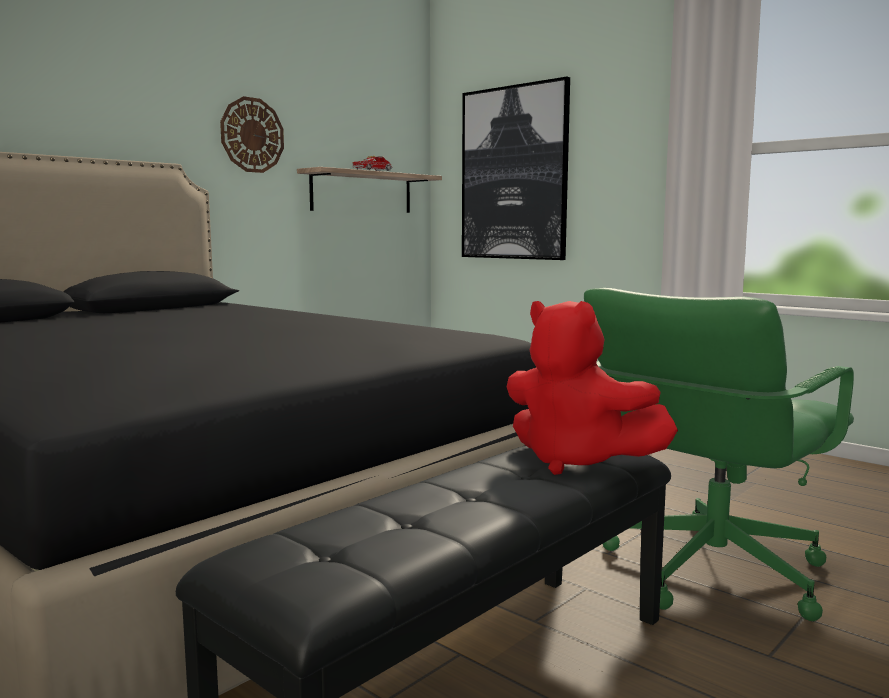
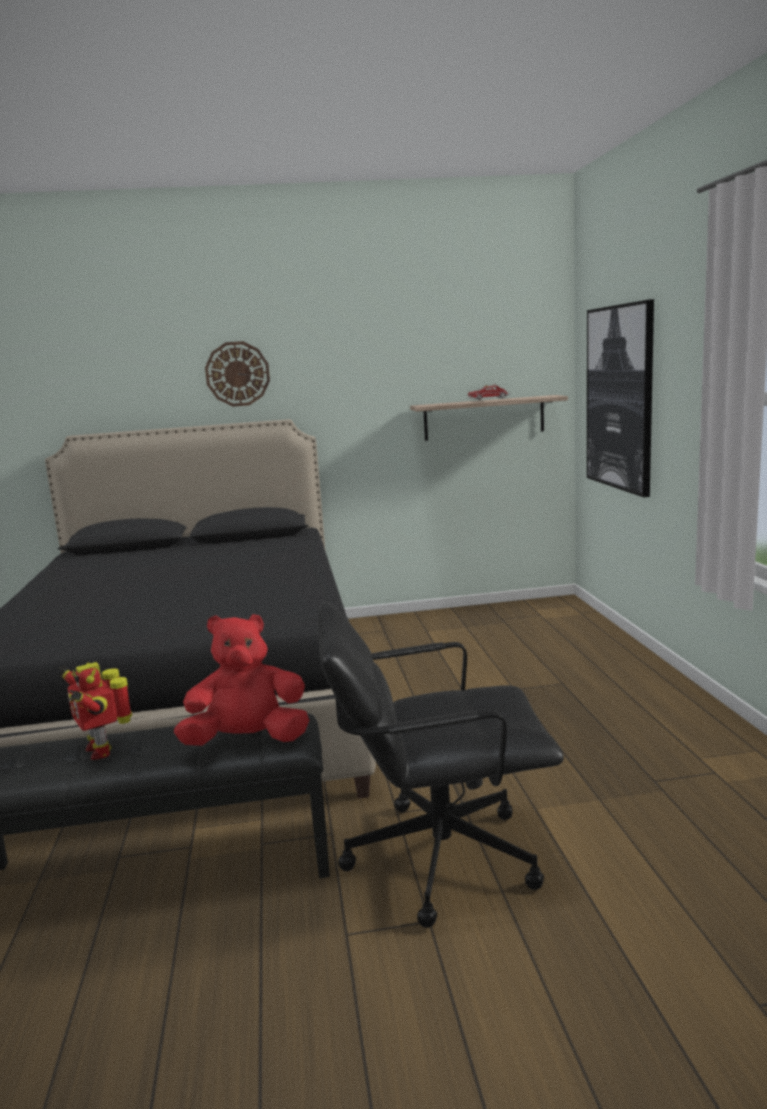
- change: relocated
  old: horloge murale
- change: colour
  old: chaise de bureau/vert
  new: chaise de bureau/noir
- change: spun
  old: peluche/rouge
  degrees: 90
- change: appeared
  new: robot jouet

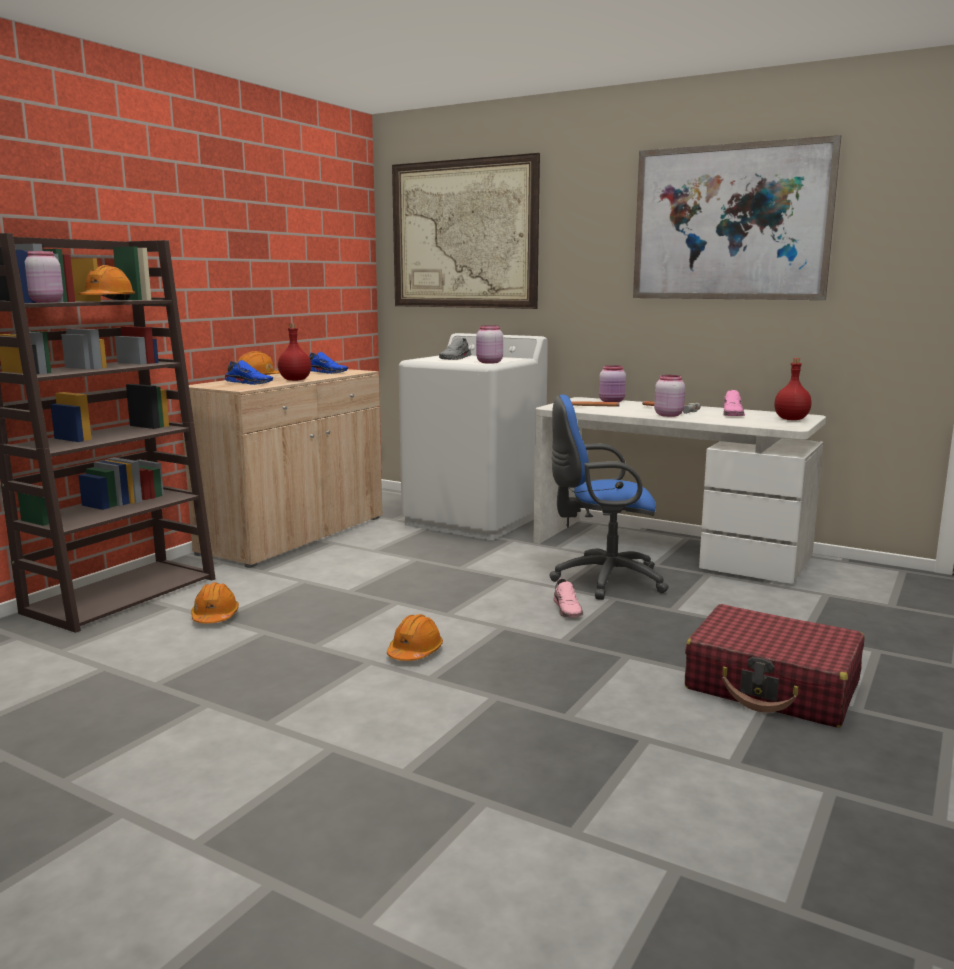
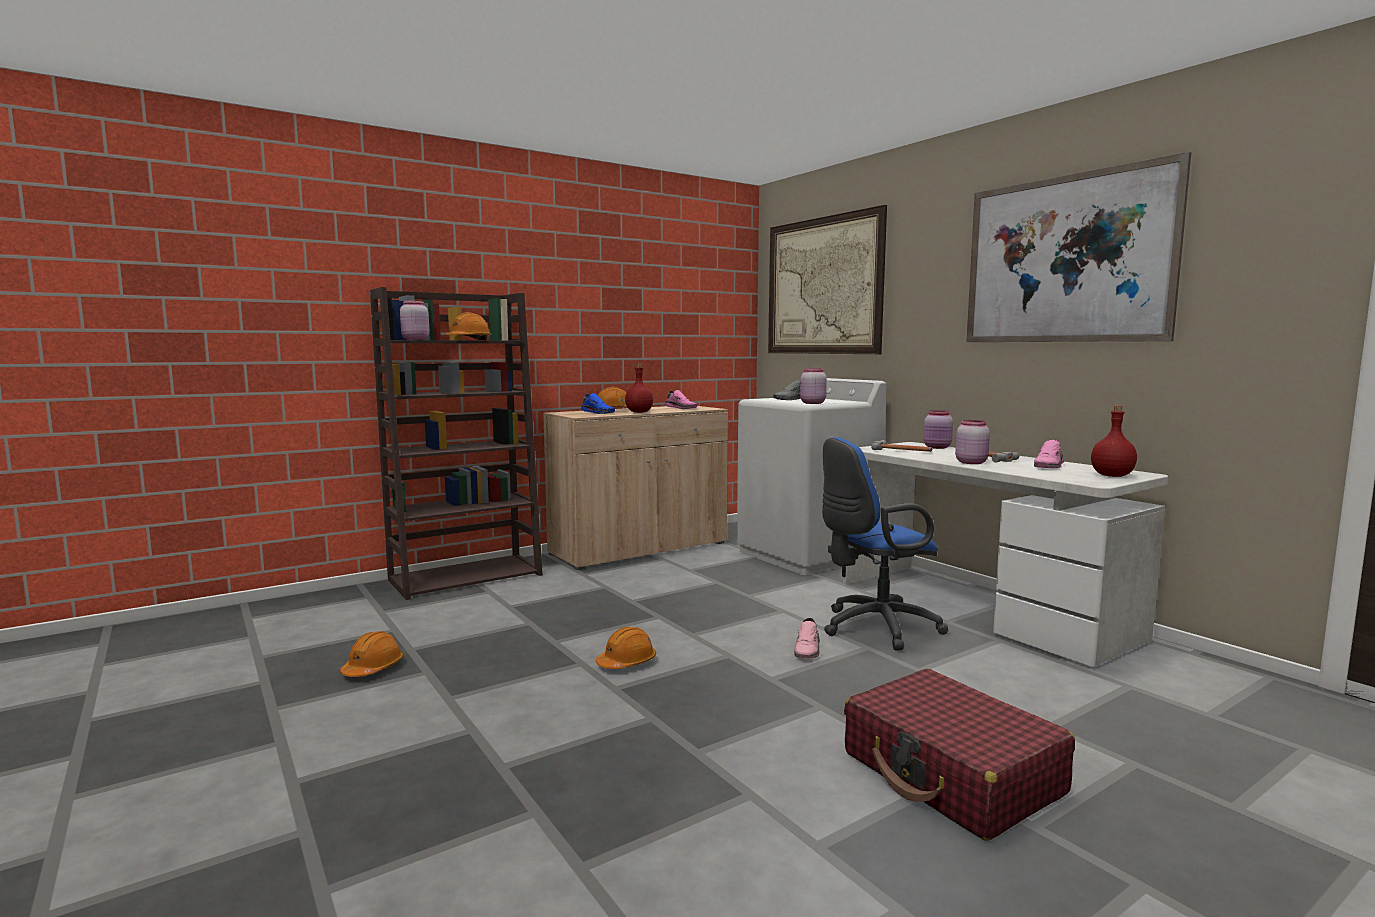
- change: colour
  old: chaussure/bleu (no. 2 from left)
  new: chaussure/rose (no. 1 from left)
- change: spun
  old: chaise de bureau/bleu
  degrees: -45
- change: relocated
  old: casque de chantier/orange (no. 2 from left in the first image)
  new: casque de chantier/orange (no. 1 from left)

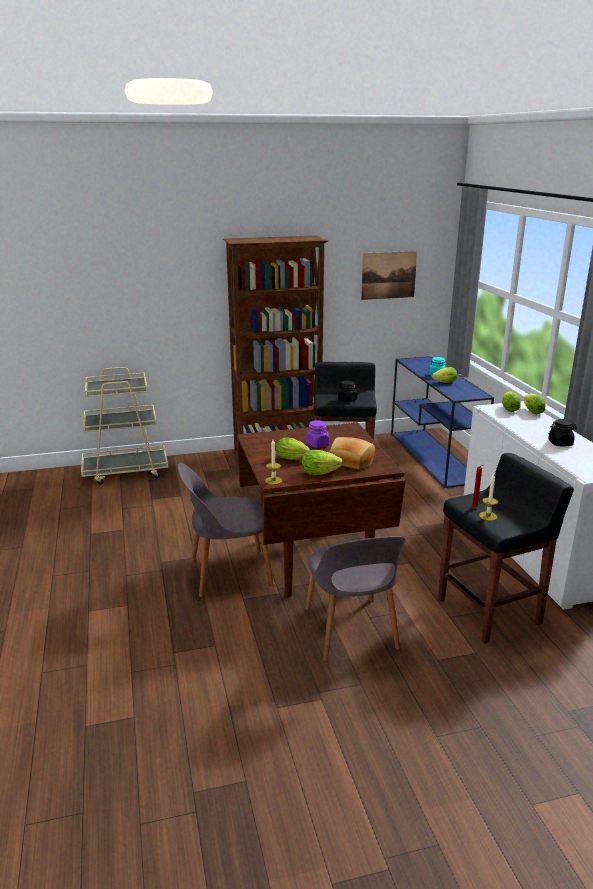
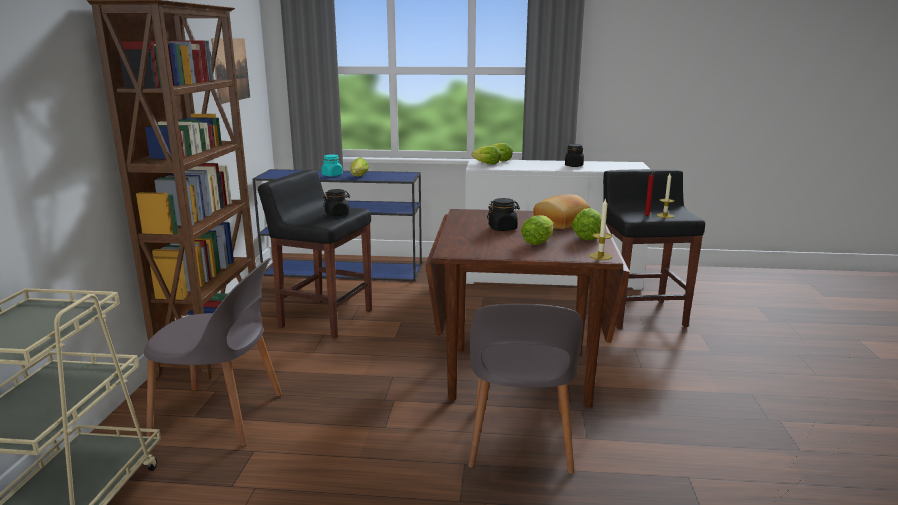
- change: colour
  old: bocal/violet
  new: bocal/noir (no. 2 from left)
- change: relocated
  old: chaise/gris (no. 2 from left in the first image)
  new: chaise/gris (no. 1 from left)

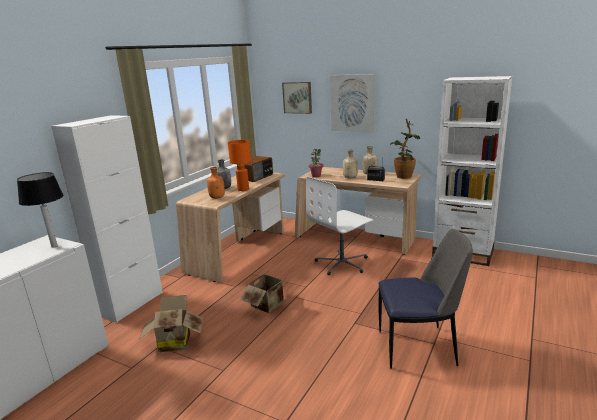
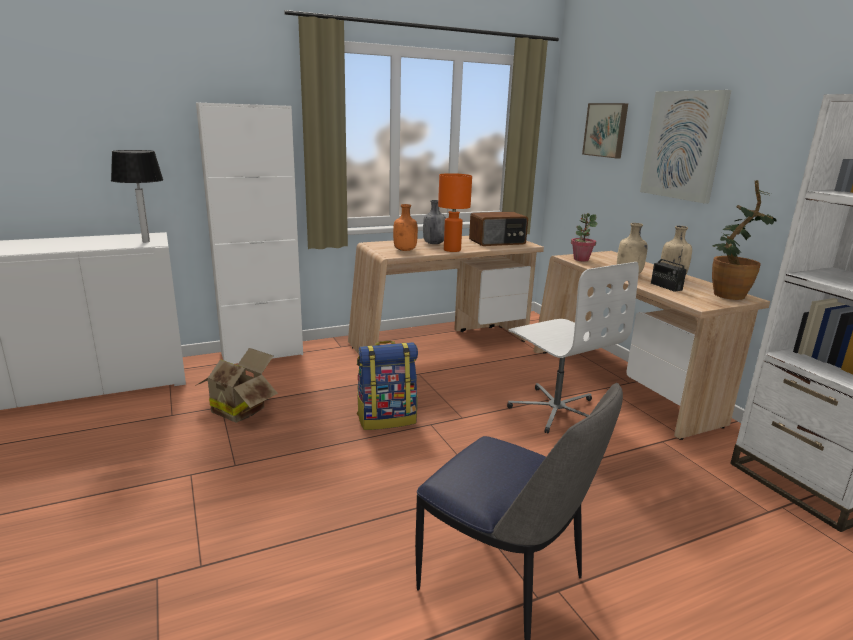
- change: spun
  old: chaise de bureau/blanc
  degrees: -120
- change: exchanged
  old: carton (no. 2 from left)
  new: sac à dos

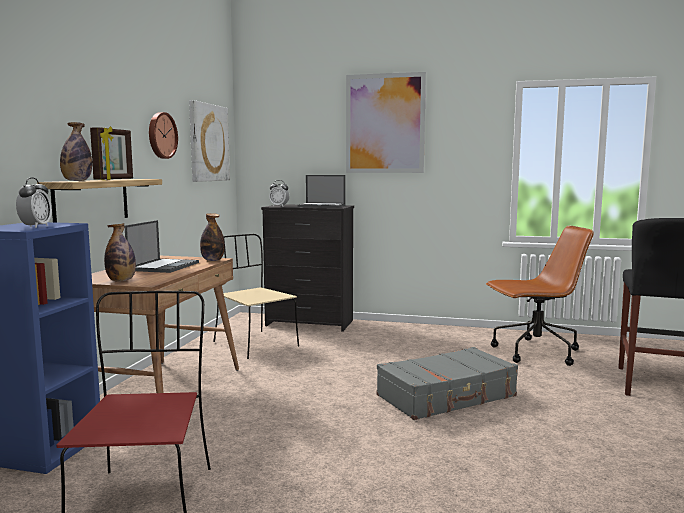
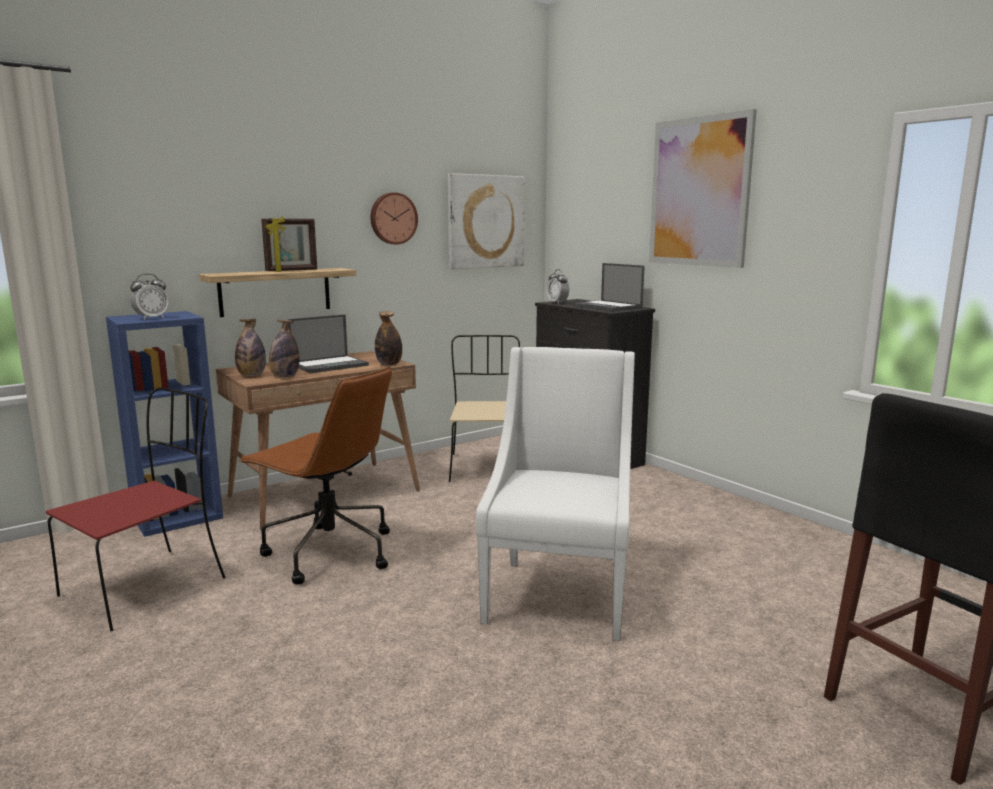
- change: relocated
  old: bouteille (no. 1 from left in the first image)
  new: bouteille (no. 2 from left)
- change: relocated
  old: chaise de bureau/marron
- change: exchanged
  old: valise/gris
  new: fauteuil/blanc

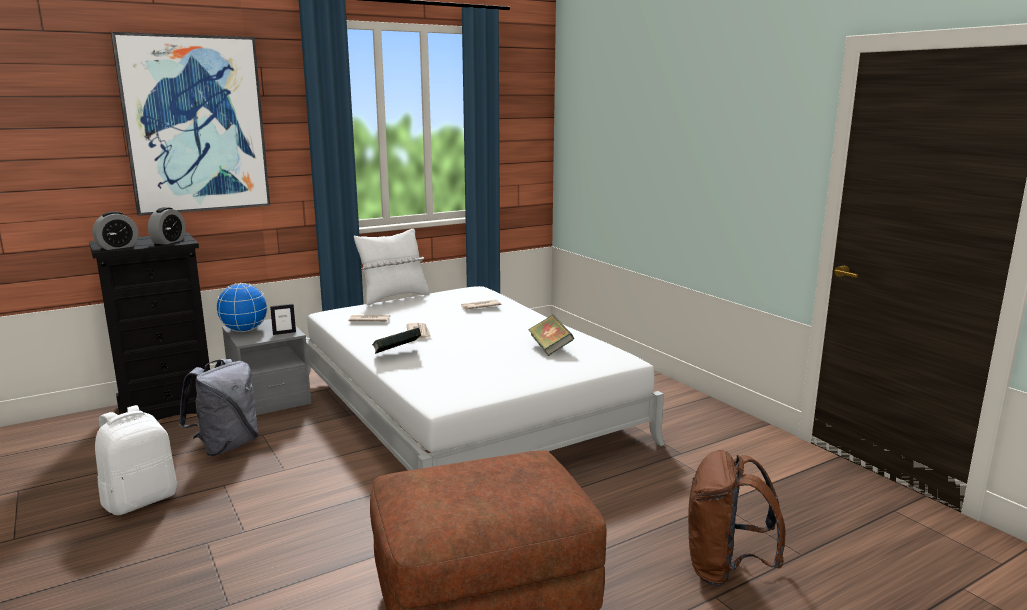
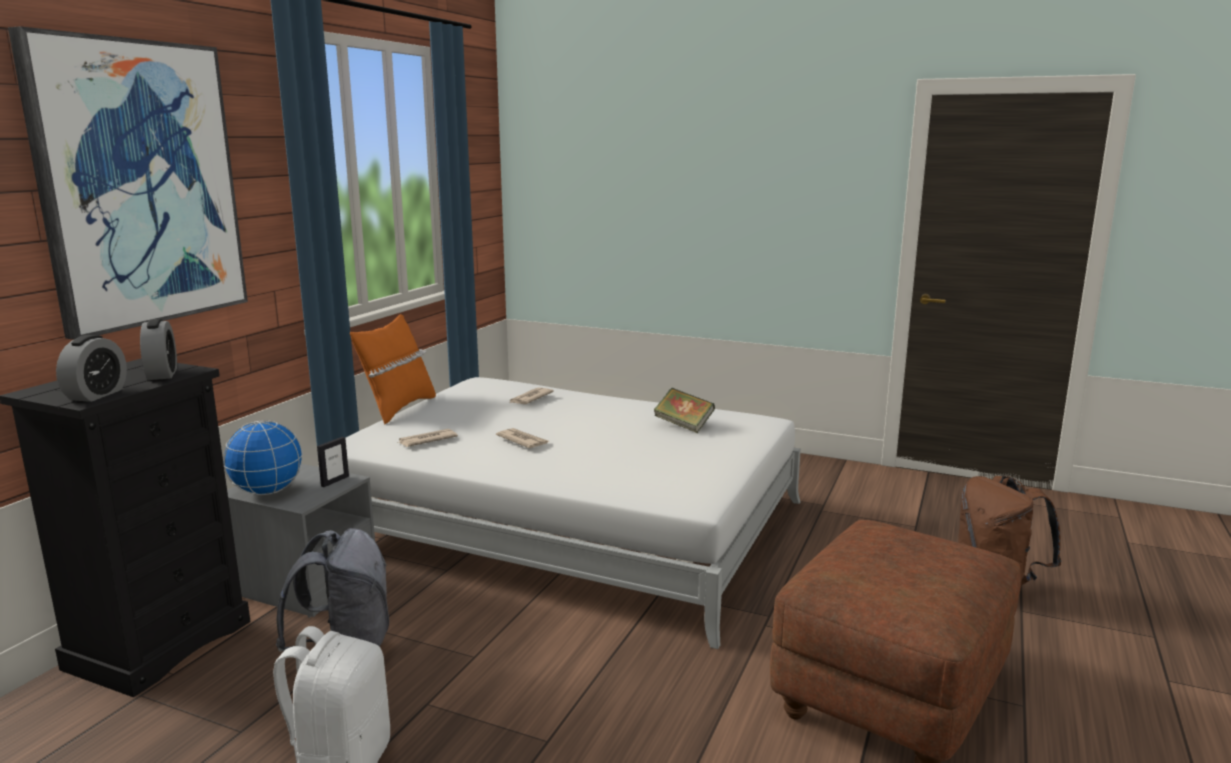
- change: colour
  old: coussin/blanc
  new: coussin/orange
- change: missing
  old: livre (no. 1 from left)

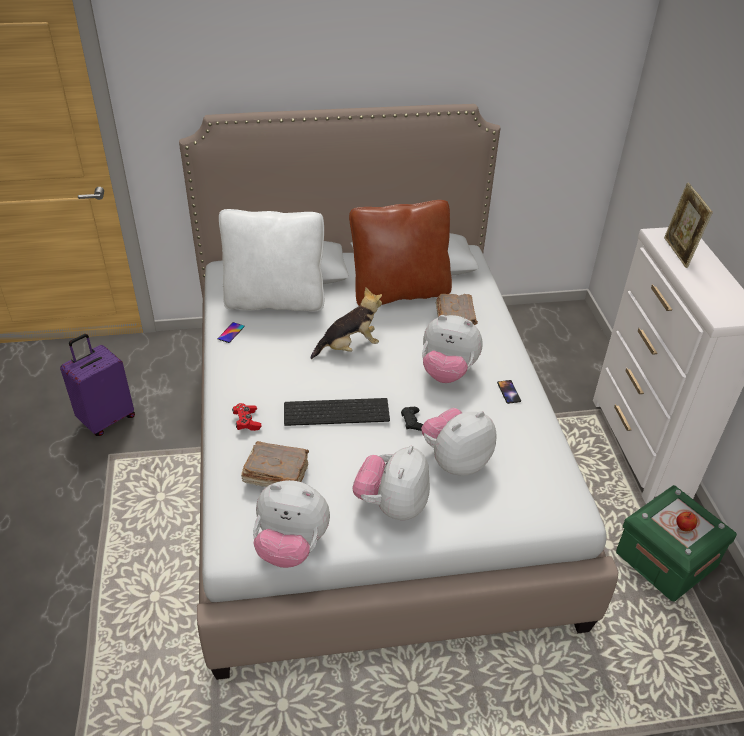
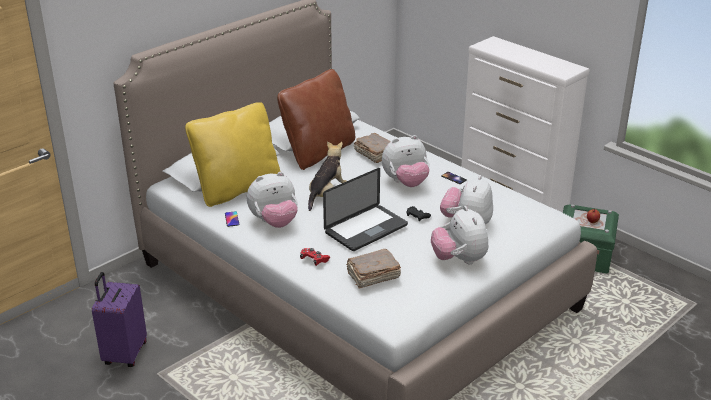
- change: missing
  old: cadre photo
- change: colour
  old: coussin/blanc
  new: coussin/jaune
- change: exchanged
  old: clavier
  new: ordinateur portable
- change: relocated
  old: peluche (no. 1 from left)

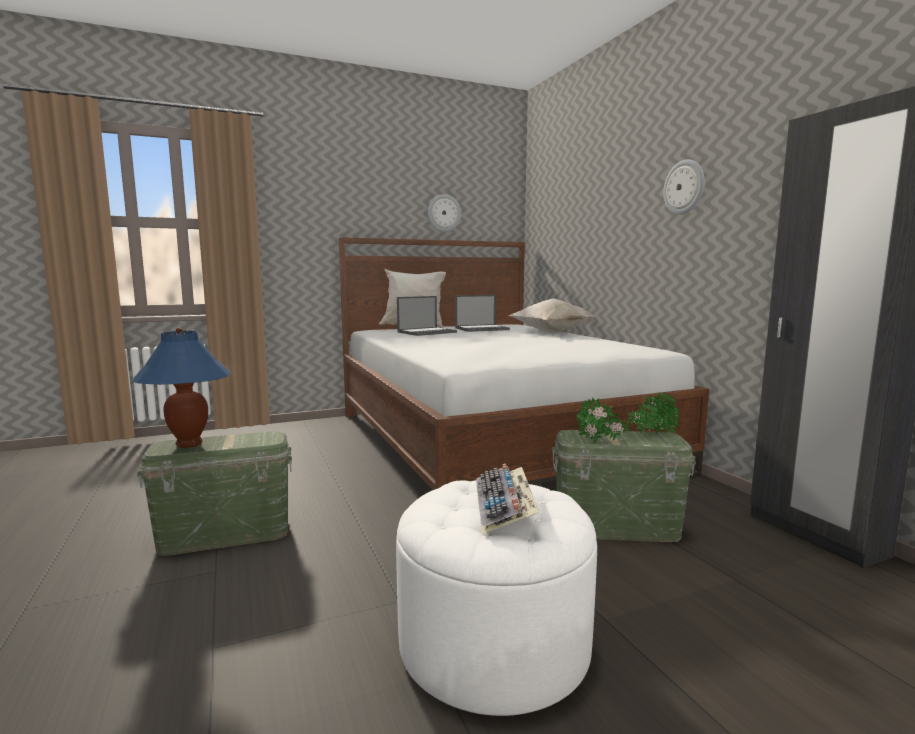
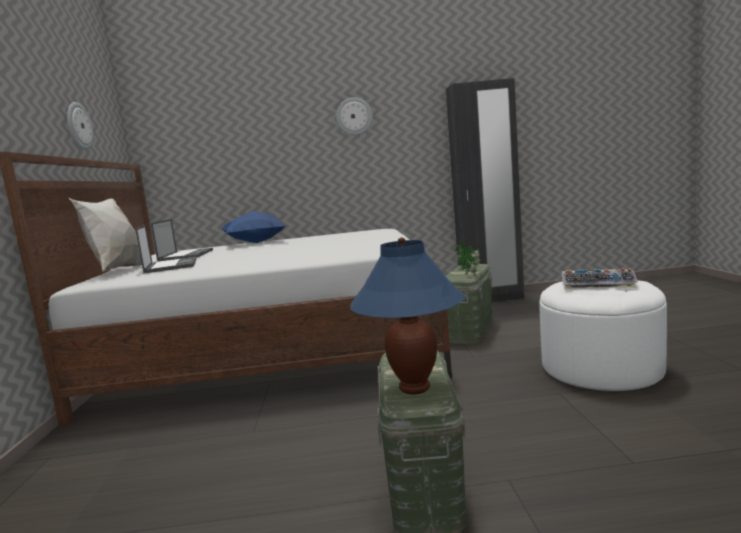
- change: colour
  old: coussin/blanc (no. 2 from left)
  new: coussin/bleu

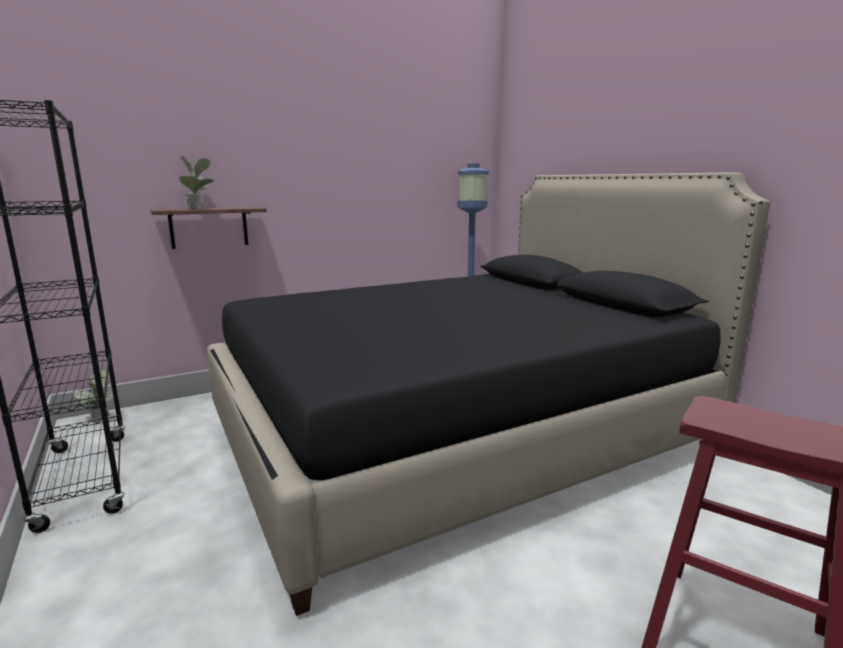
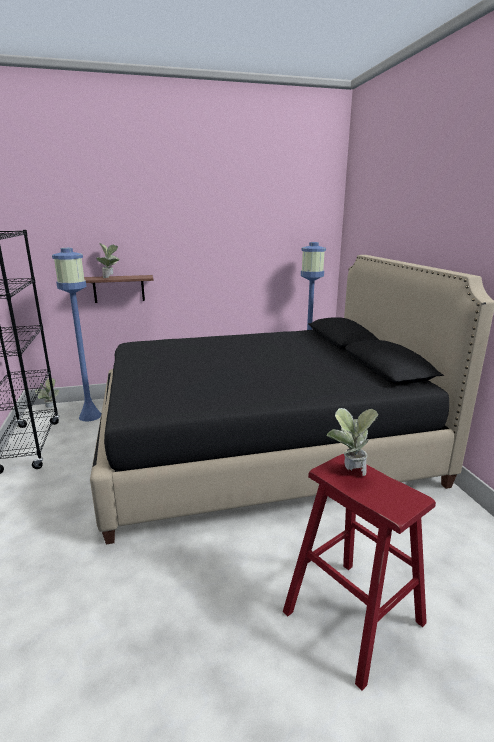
- change: appeared
  new: lampadaire/bleu (no. 1 from left)
- change: appeared
  new: plante en pot (no. 3 from left)

